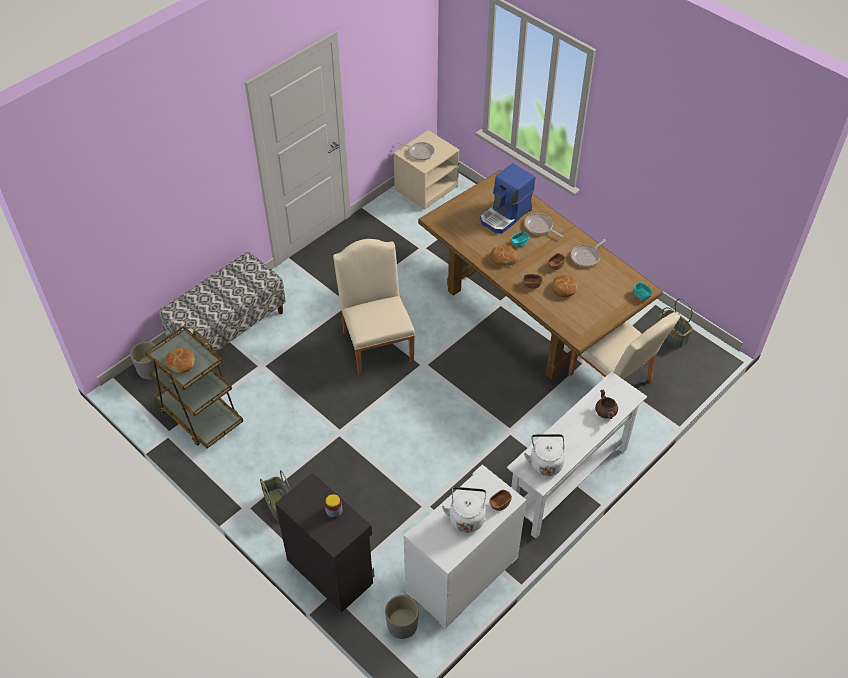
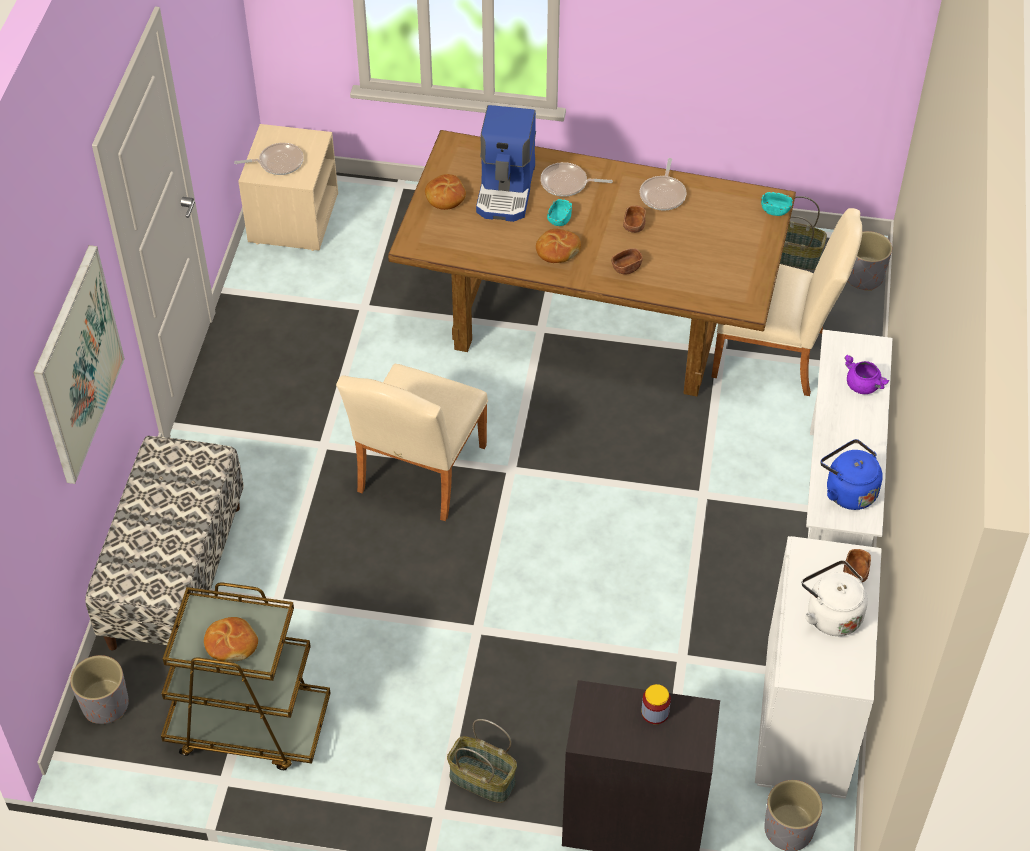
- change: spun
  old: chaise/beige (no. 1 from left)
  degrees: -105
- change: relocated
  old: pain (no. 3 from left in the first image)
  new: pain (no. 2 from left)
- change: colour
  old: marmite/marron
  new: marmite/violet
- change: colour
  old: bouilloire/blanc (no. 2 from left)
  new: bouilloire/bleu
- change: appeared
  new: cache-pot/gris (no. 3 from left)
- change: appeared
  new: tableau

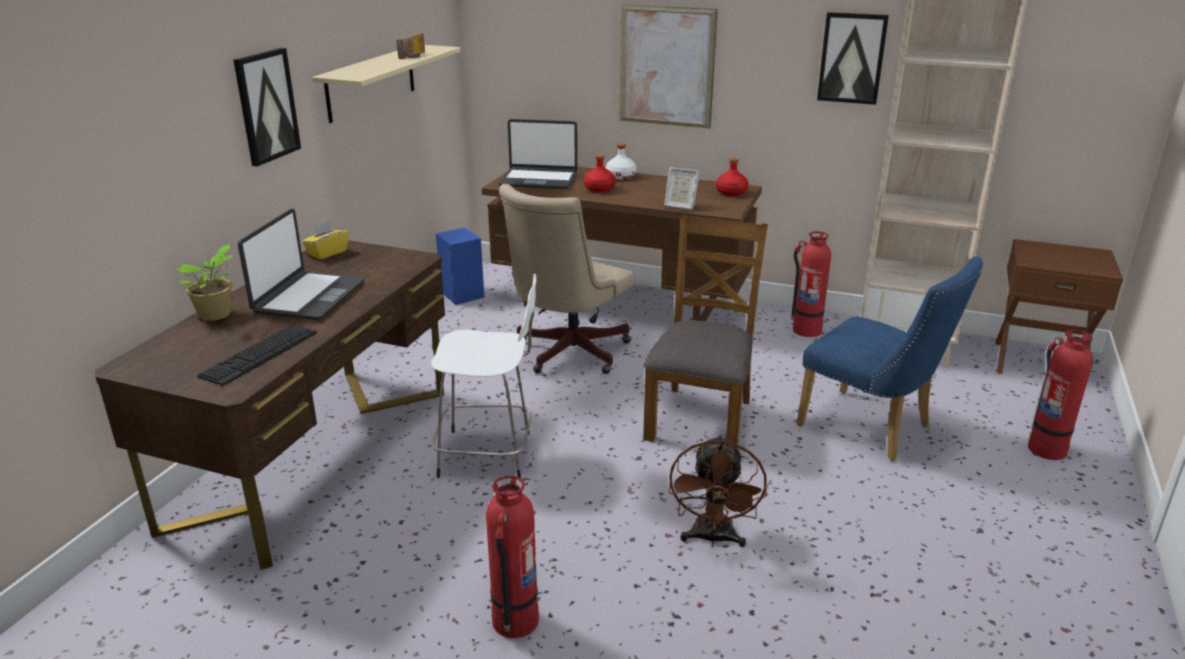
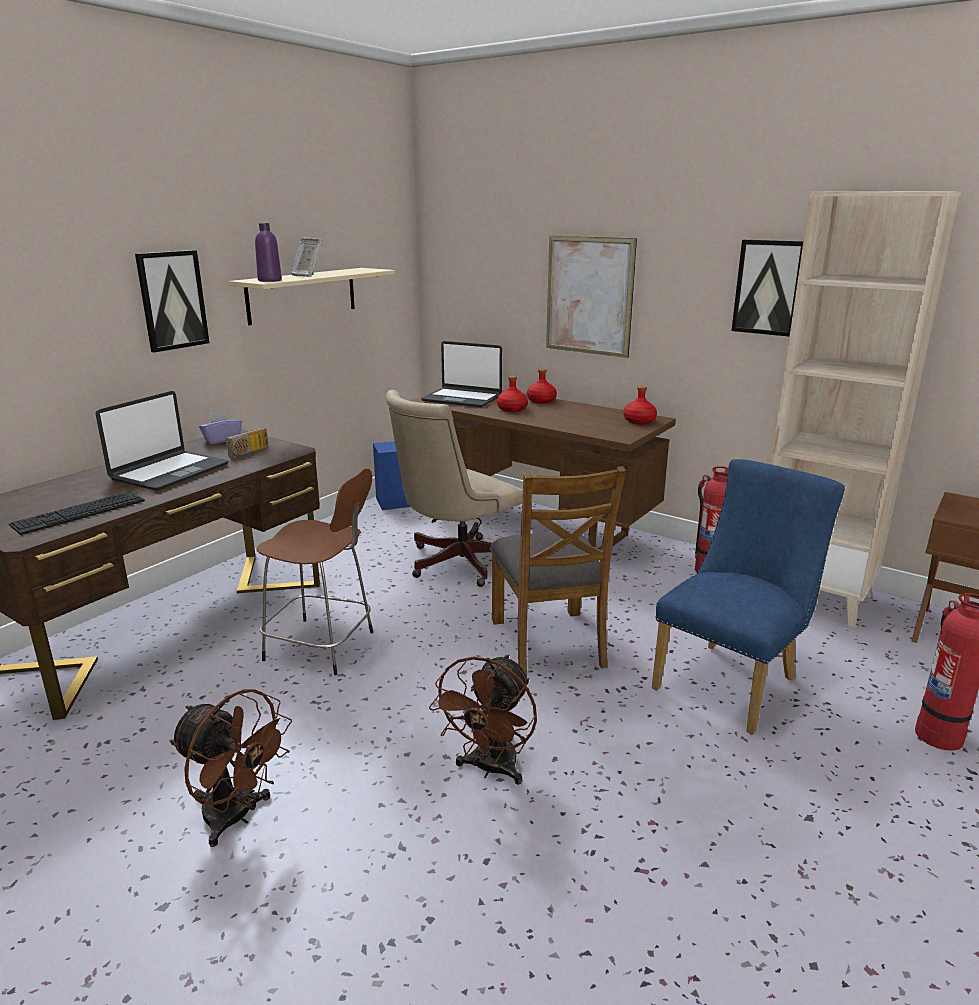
- change: relocated
  old: radio
- change: colour
  old: bouteille/blanc
  new: bouteille/rouge (no. 2 from left)
- change: relocated
  old: cadre photo
- change: spun
  old: chaise/marron
  degrees: 135
- change: colour
  old: boîte à mouchoirs/jaune
  new: boîte à mouchoirs/violet
- change: missing
  old: plante en pot
- change: spun
  old: chaise/bleu
  degrees: -105
- change: colour
  old: tabouret/blanc
  new: tabouret/marron
- change: exchanged
  old: extincteur (no. 1 from left)
  new: ventilateur/marron (no. 1 from left)
- change: appeared
  new: bouteille/violet

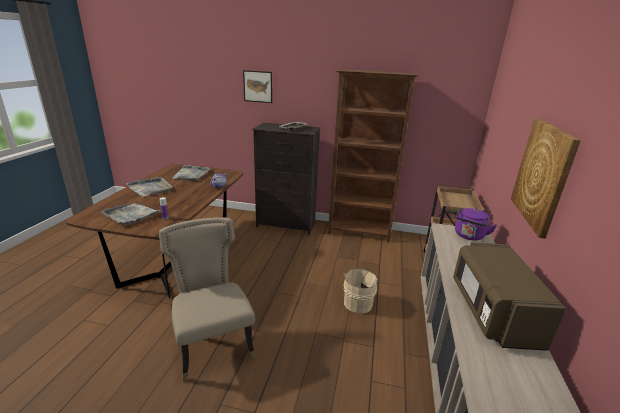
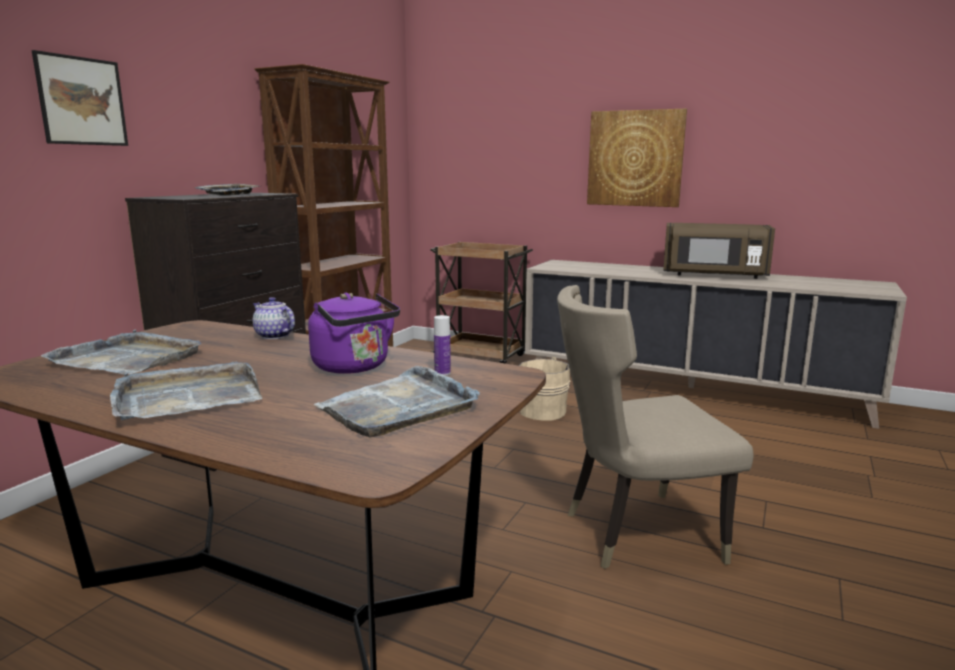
- change: relocated
  old: bouilloire/violet

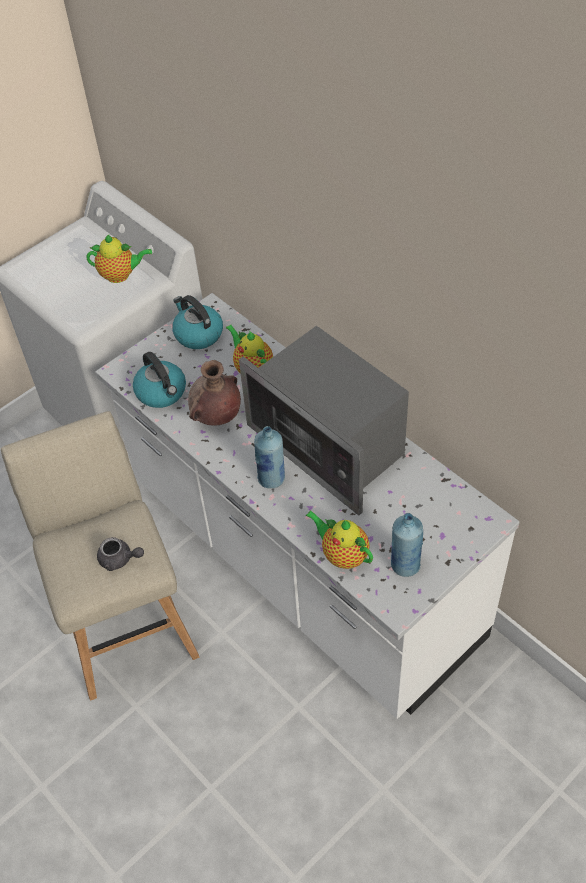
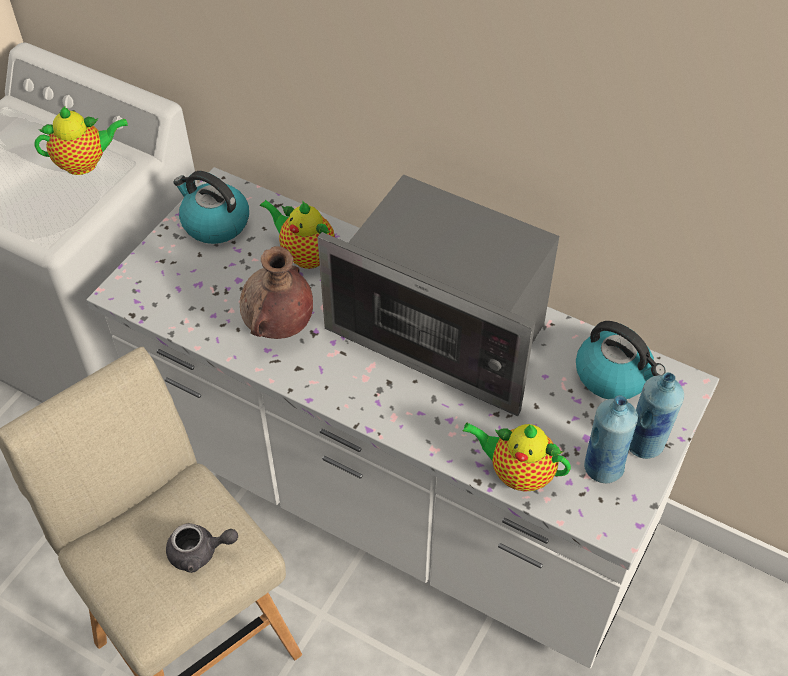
- change: relocated
  old: bouilloire (no. 1 from left in the first image)
  new: bouilloire (no. 2 from left)
- change: relocated
  old: bouteille/bleu (no. 1 from left in the first image)
  new: bouteille/bleu (no. 2 from left)

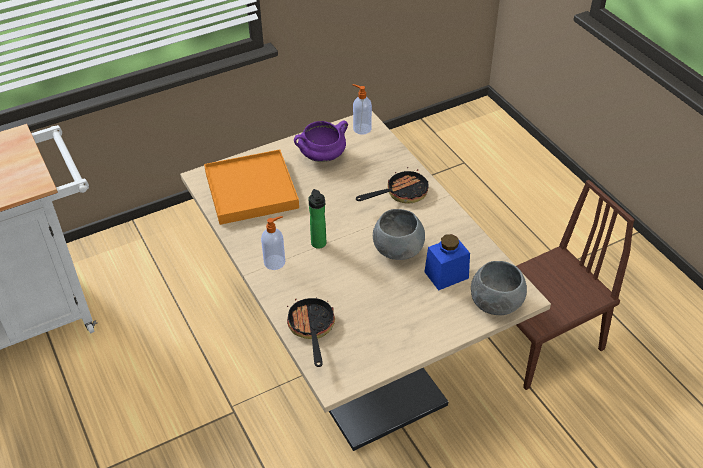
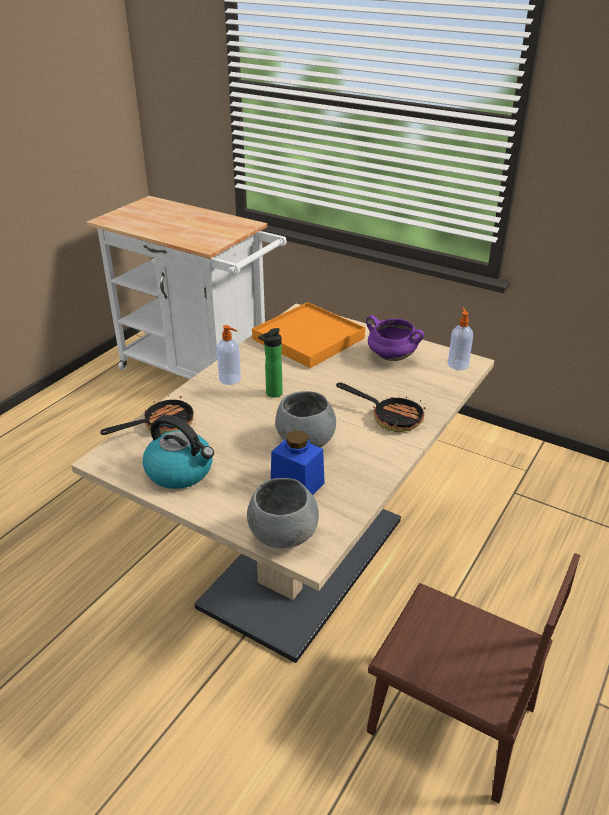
- change: appeared
  new: bouilloire

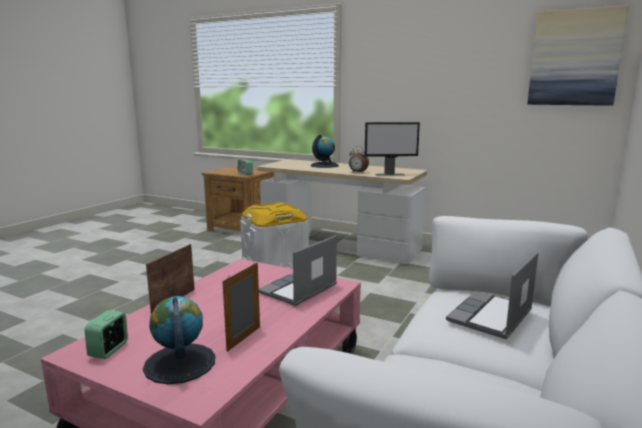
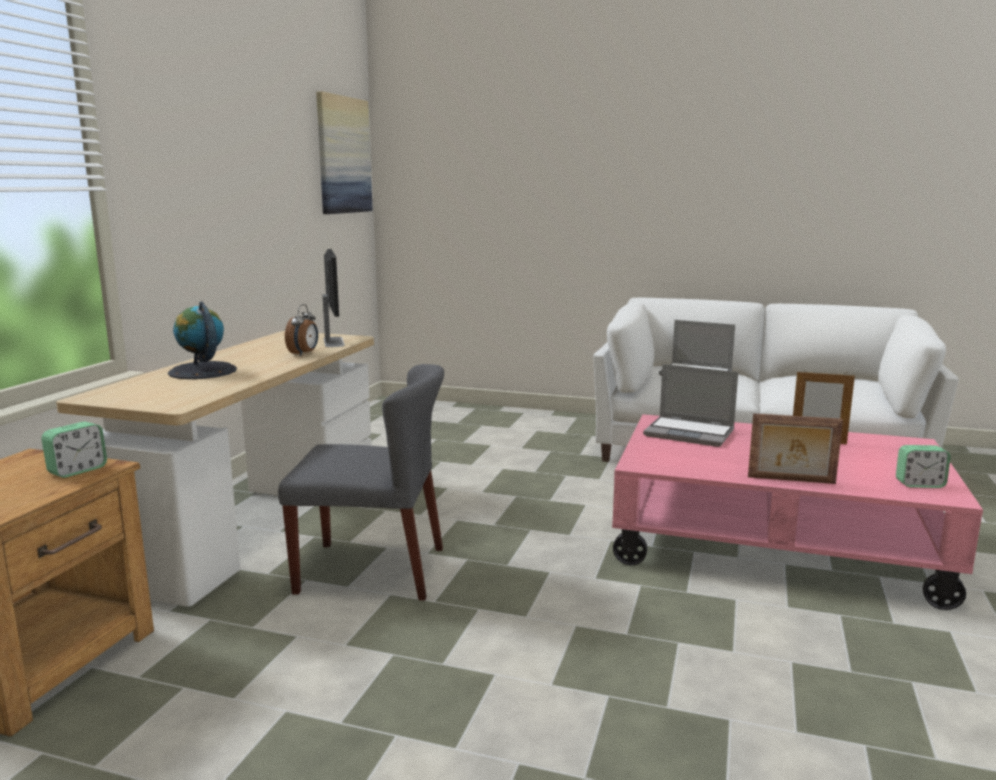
- change: exchanged
  old: boîte de rangement/blanc
  new: chaise/gris
- change: missing
  old: globe (no. 1 from left)

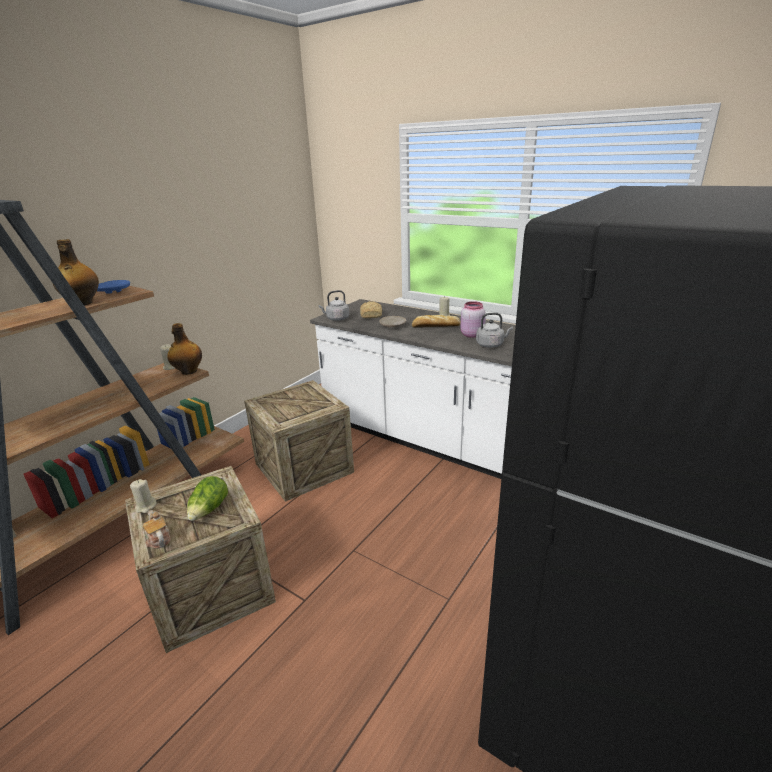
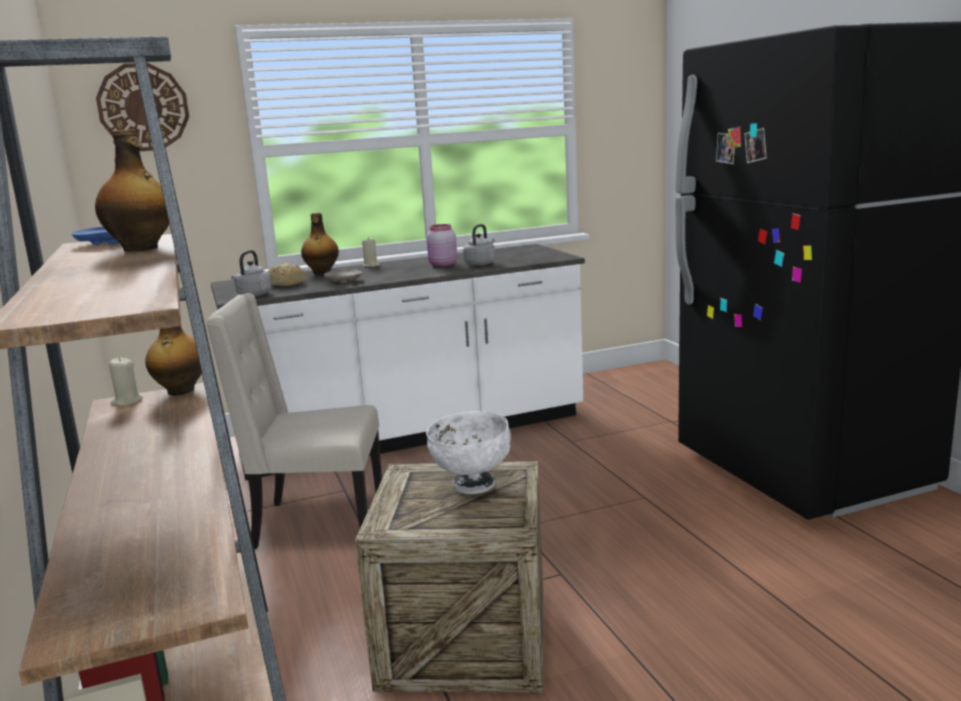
- change: missing
  old: pain (no. 2 from left)
- change: exchanged
  old: caisse (no. 2 from left)
  new: chaise/beige
- change: exchanged
  old: laitue
  new: bol/blanc
- change: missing
  old: bougie/beige (no. 1 from left)
- change: missing
  old: théière
- change: appeared
  new: horloge murale
- change: appeared
  new: bouteille (no. 3 from left)

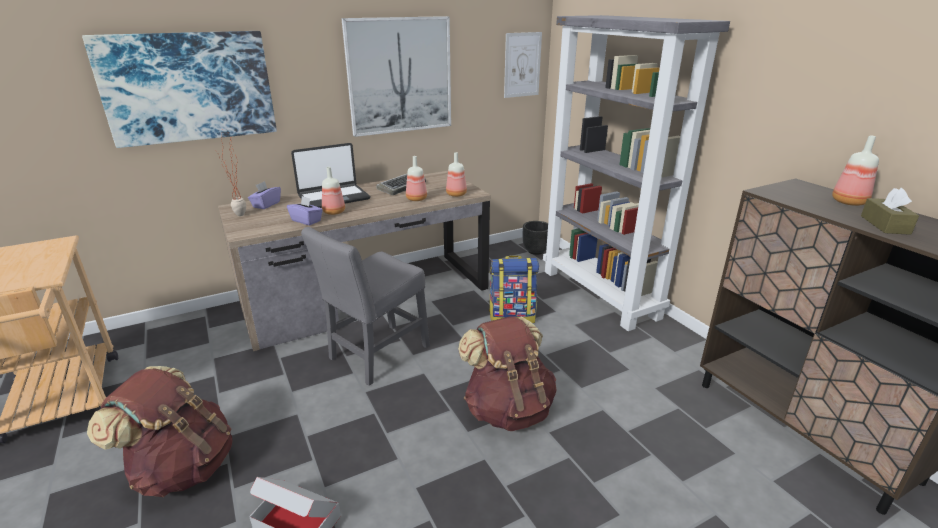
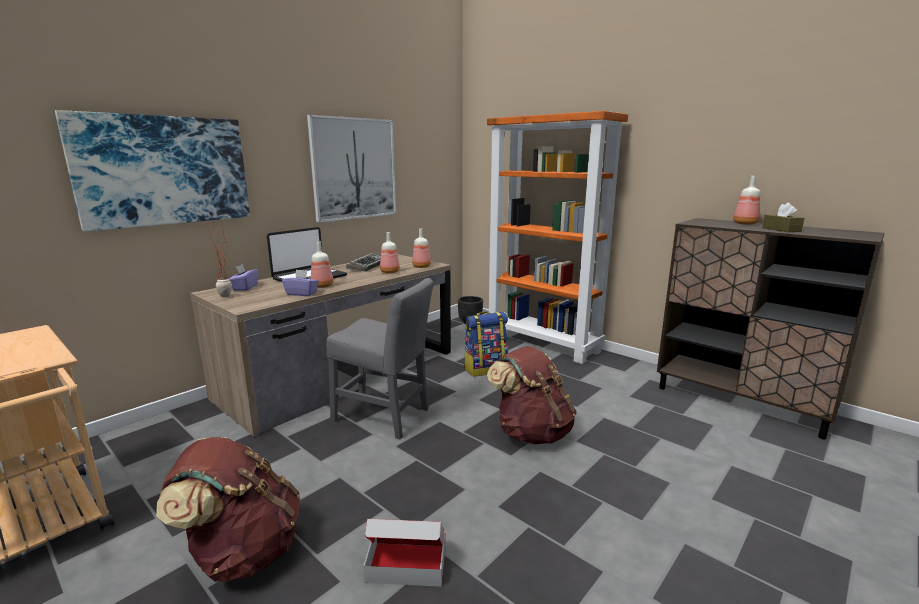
- change: colour
  old: bibliothèque/gris
  new: bibliothèque/orange
- change: missing
  old: tableau (no. 3 from left)
- change: spun
  old: chaise/gris
  degrees: -90

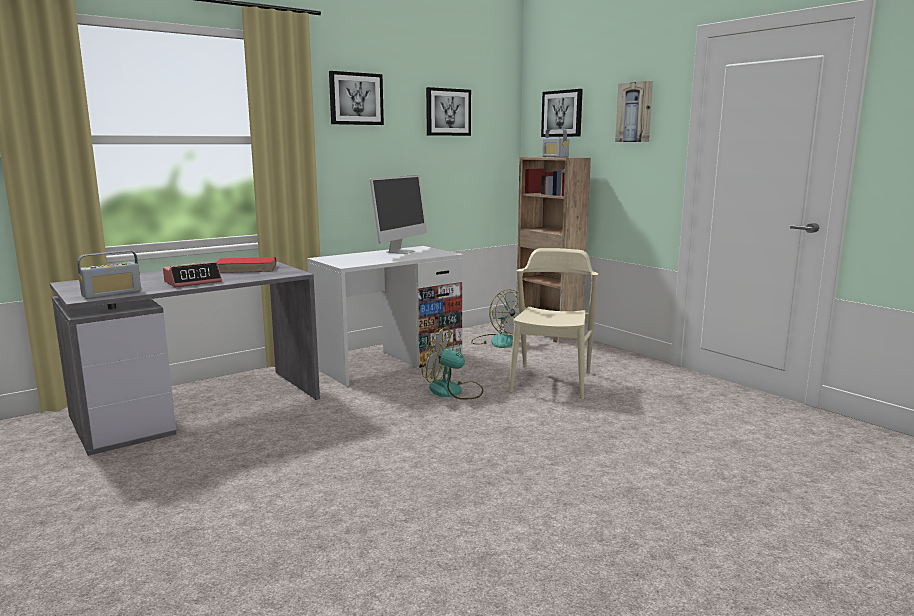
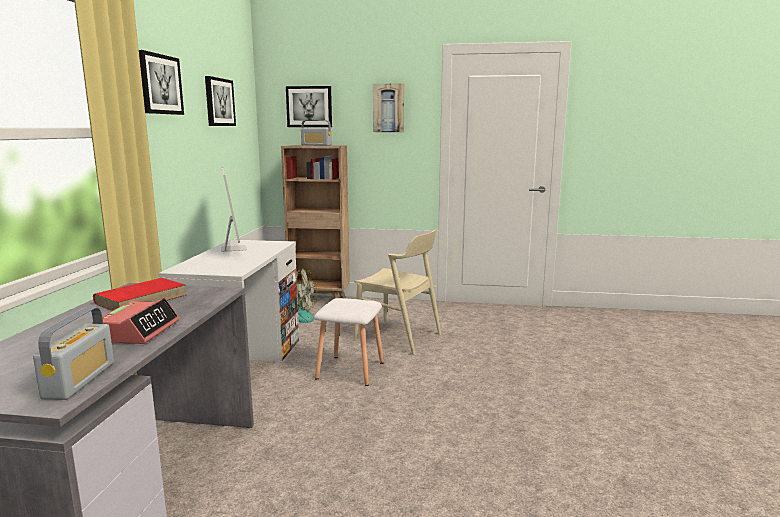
- change: spun
  old: chaise/beige
  degrees: 150
- change: exchanged
  old: ventilateur (no. 1 from left)
  new: tabouret/blanc

